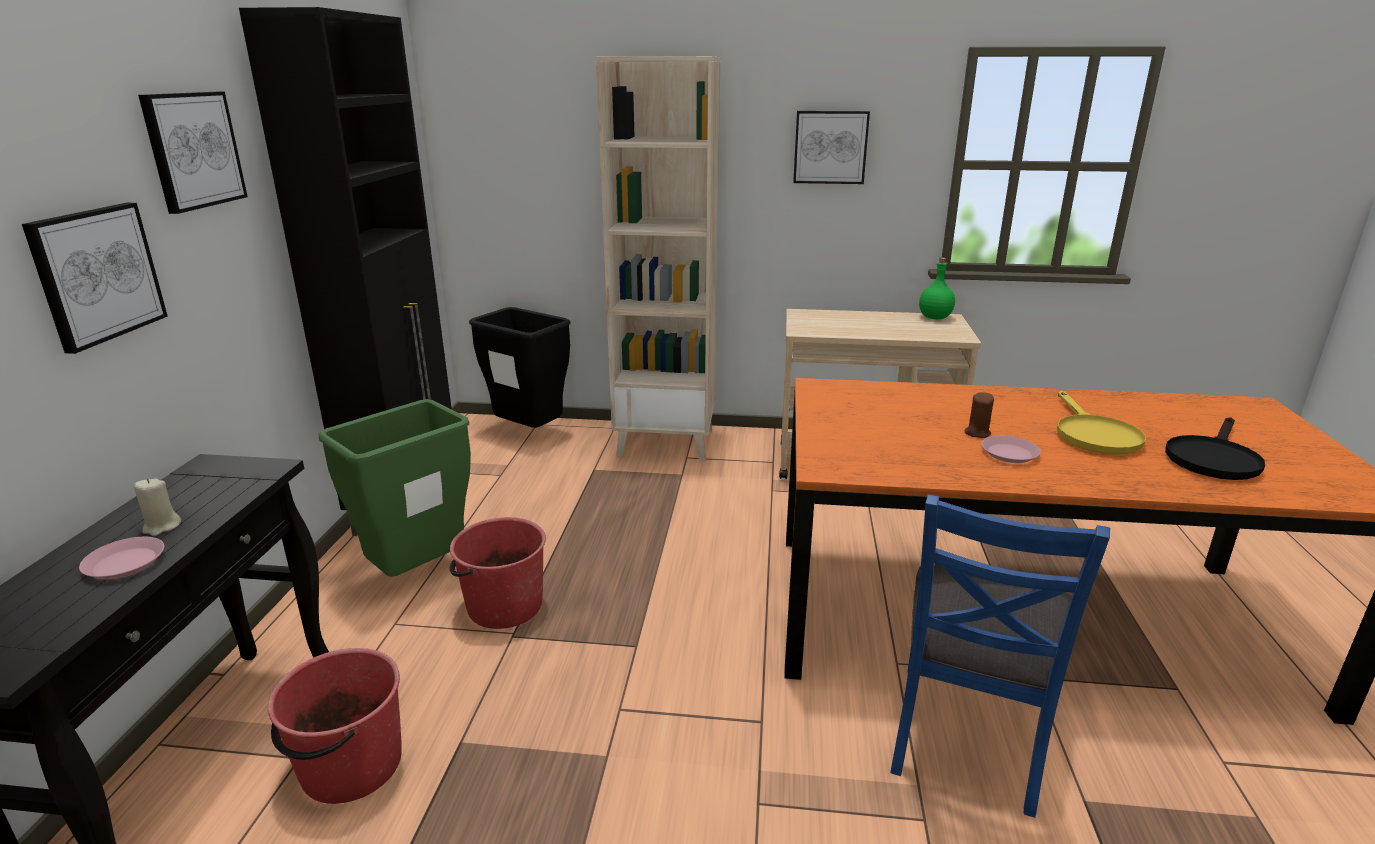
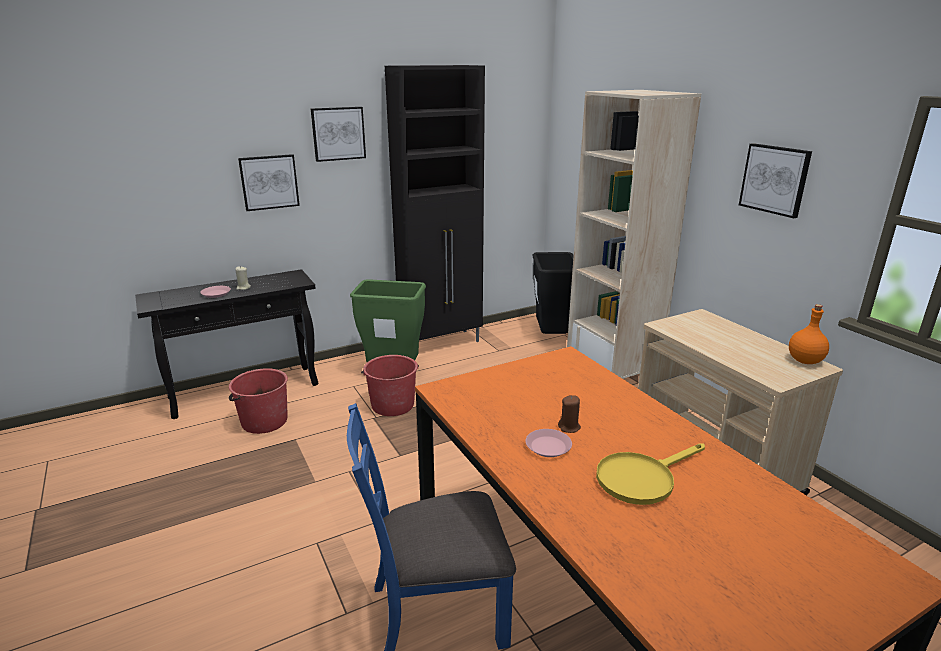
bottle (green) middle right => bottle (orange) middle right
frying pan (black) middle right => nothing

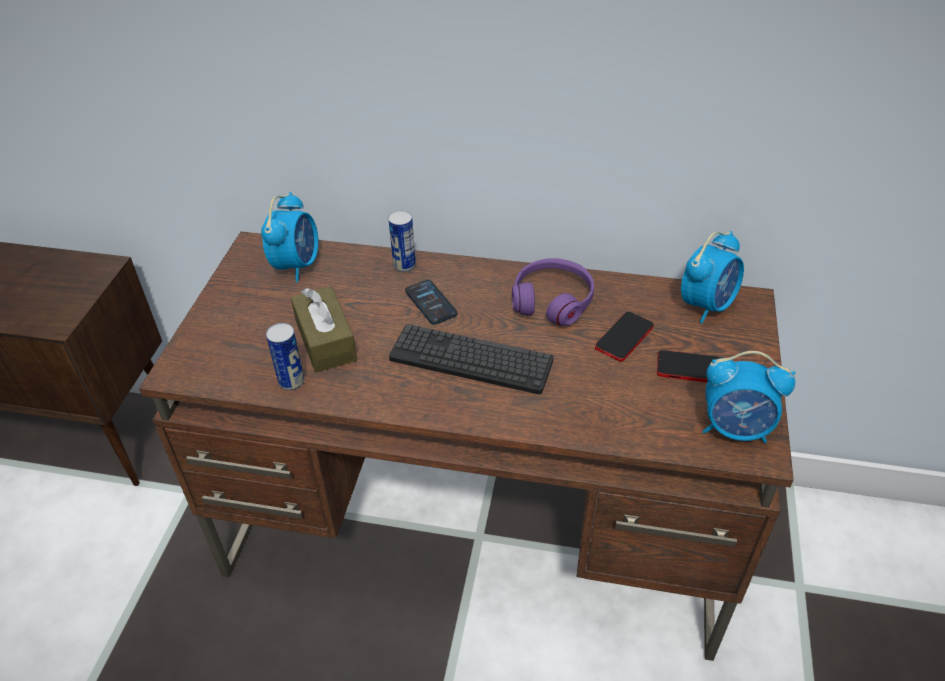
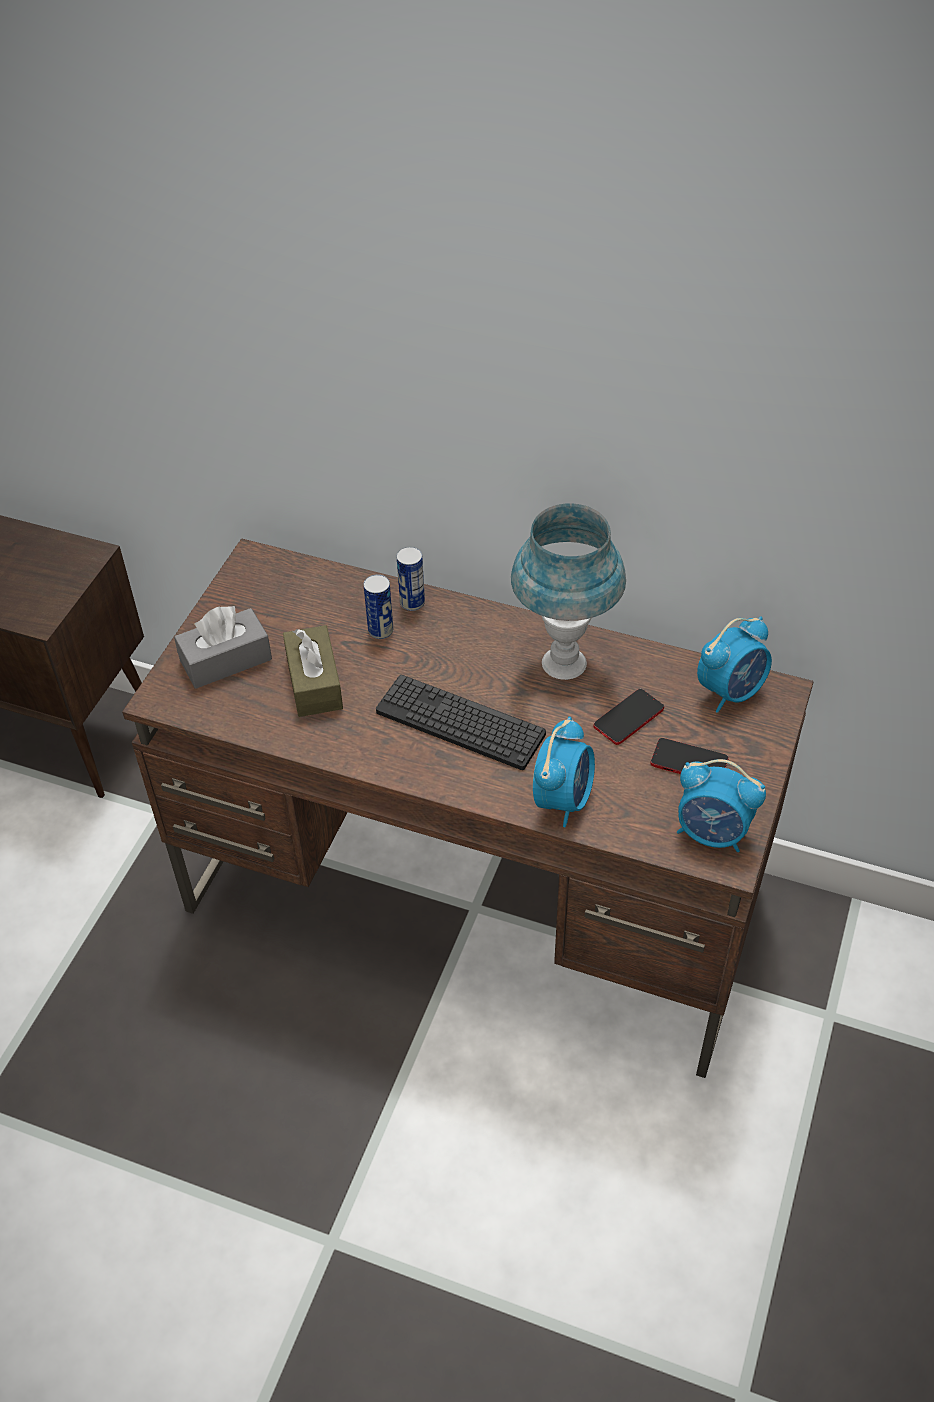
alarm clock (1st from left) middle left => alarm clock (1st from left) centre, move
headphones (purple) centre => table lamp (blue) centre
phone (1st from left) centre => nothing
can (1st from left) middle left => can (1st from left) centre, move
nothing => tissue box (grey) middle left

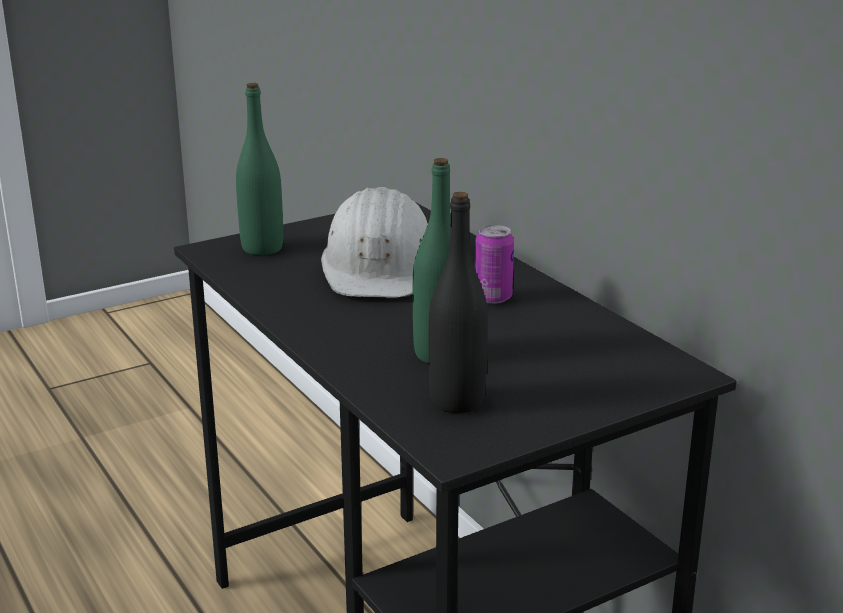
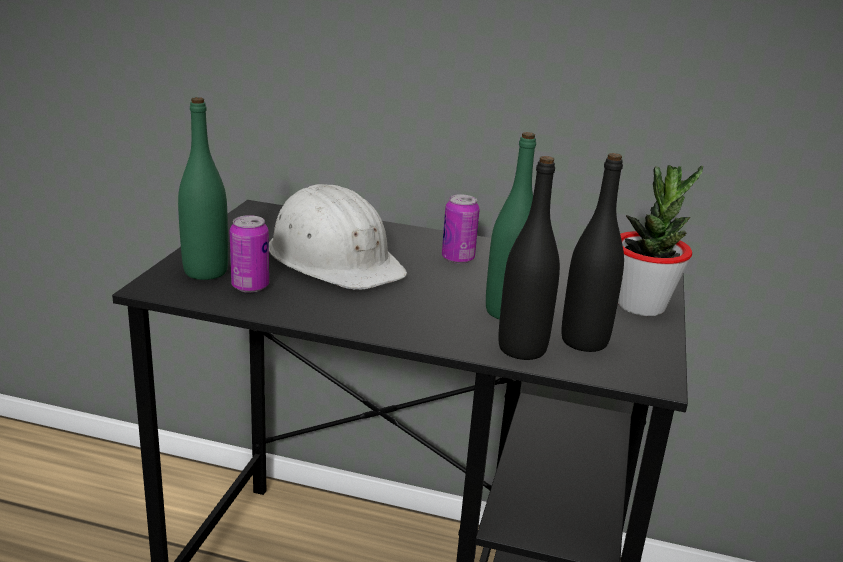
nothing => bottle (black) (1st from left) centre
nothing => potted plant middle right
nothing => can (1st from left) middle left

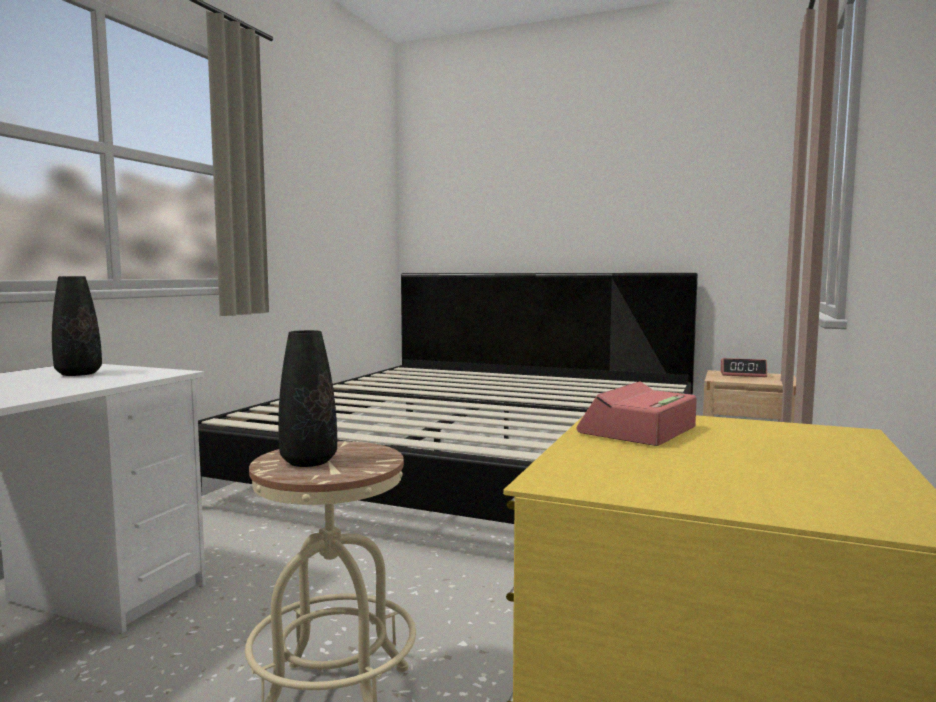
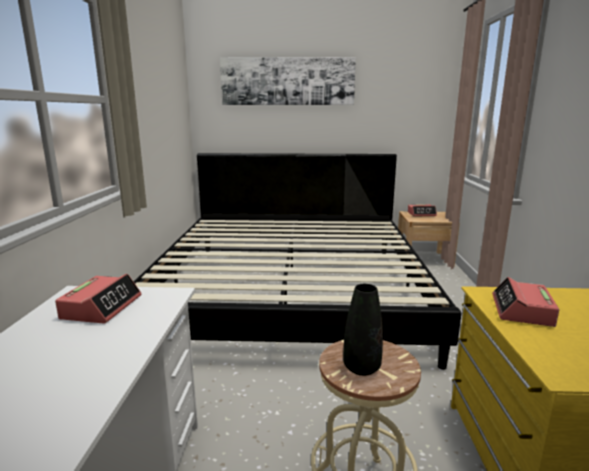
vase (black) (1st from left) middle left => alarm clock (1st from left) middle left
nothing => picture top centre

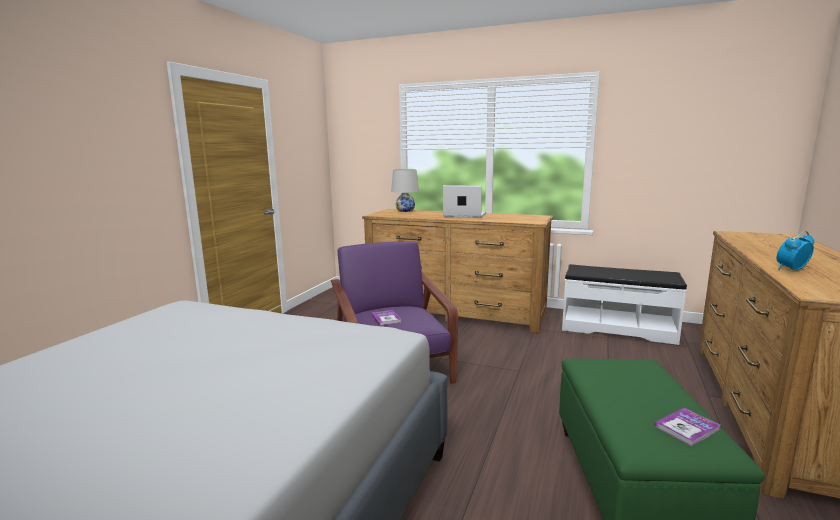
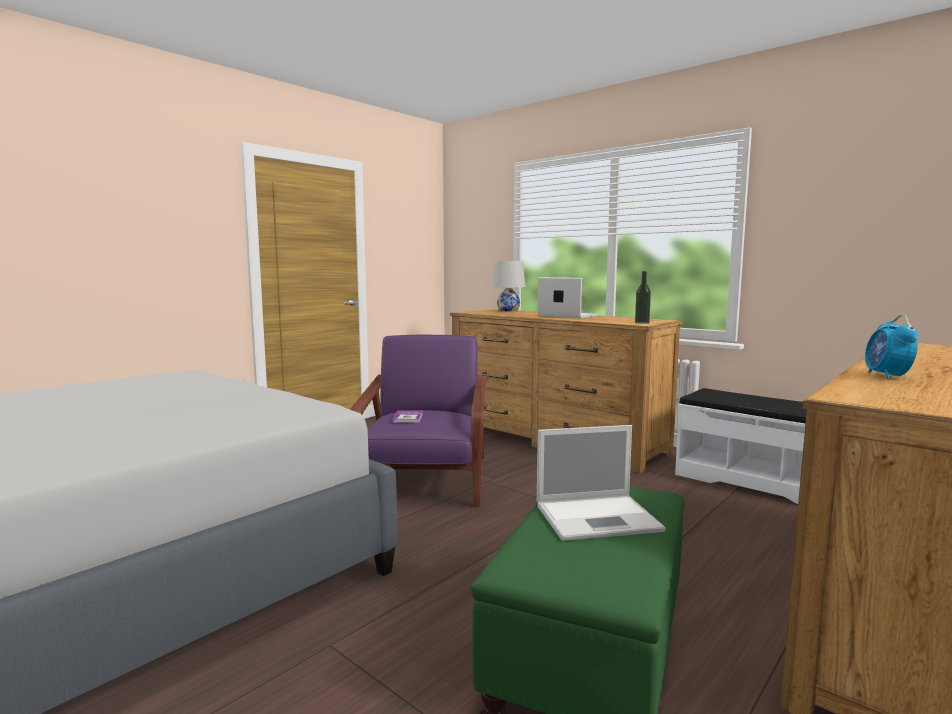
alarm clock middle right, 75 degrees counterclockwise
book (2nd from left) bottom right => nothing
nothing => bottle middle right
nothing => laptop (2nd from left) bottom centre

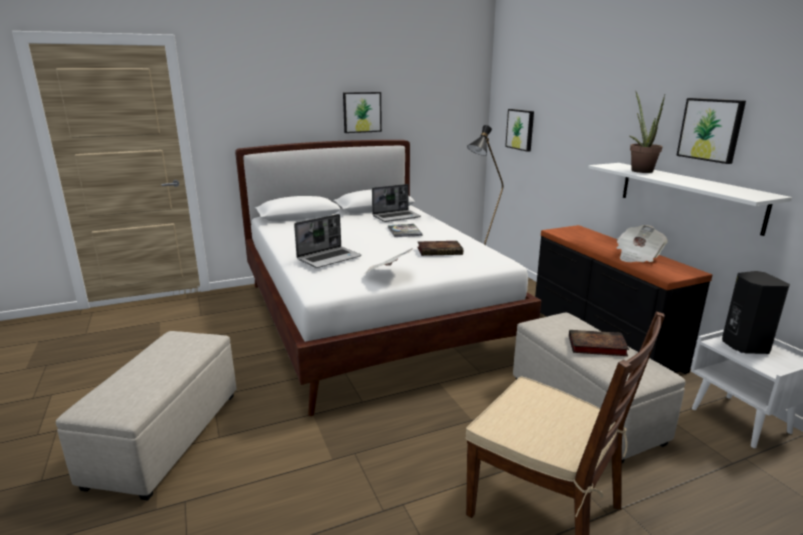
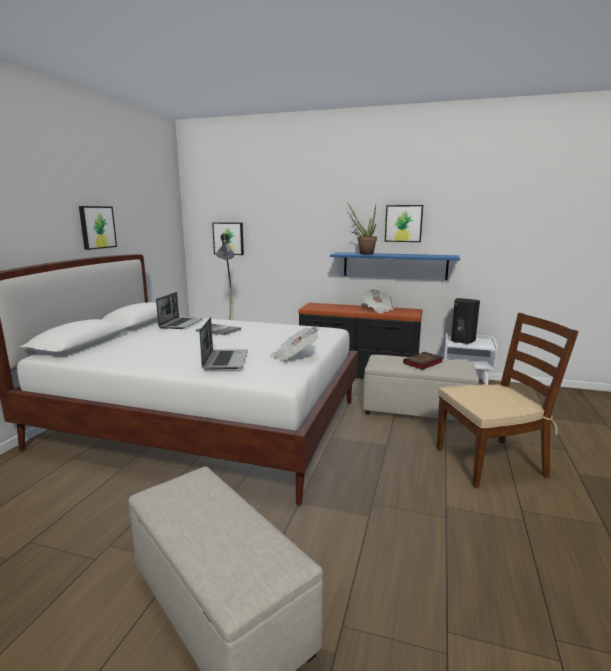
shelf (white) middle right => shelf (blue) centre
book (2nd from left) centre => nothing

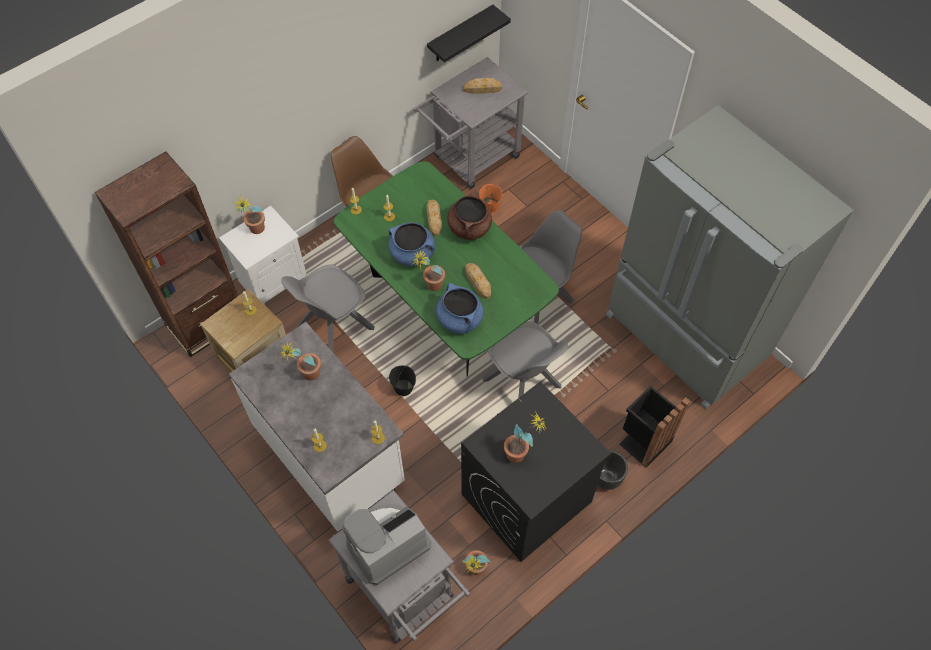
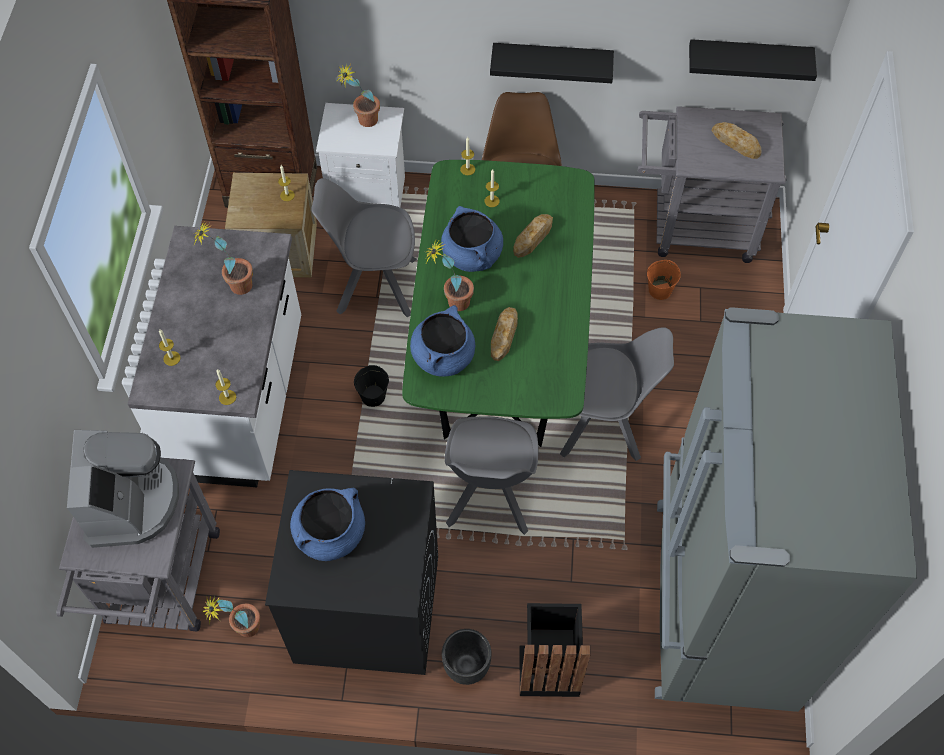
cooking pot (brown) top centre => nothing
potted plant (5th from left) bottom centre => cooking pot (blue) (1st from left) bottom centre
coffee machine bottom centre => coffee machine middle left, 75 degrees clockwise
nothing => shelf (black) (1st from left) top centre

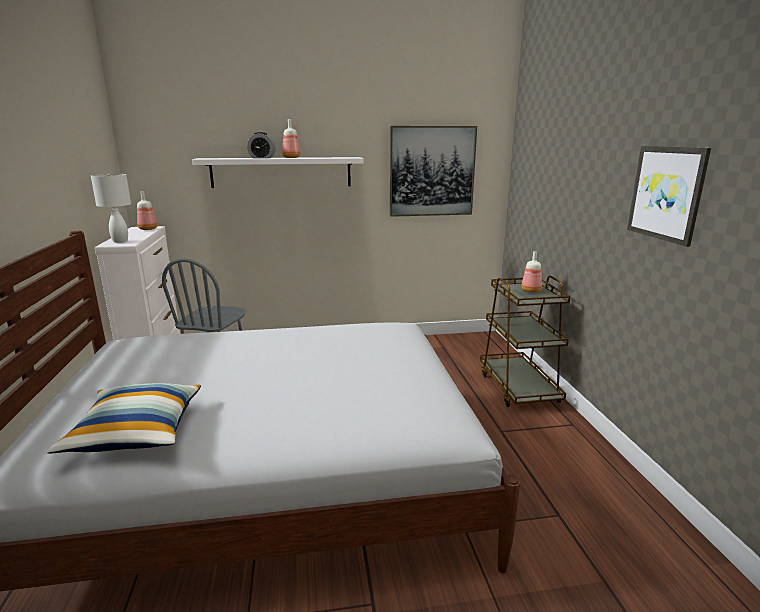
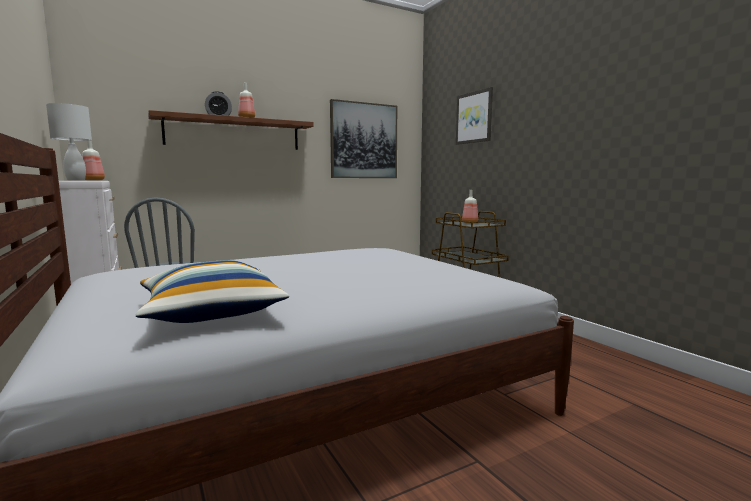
picture (2nd from left) top right => picture (2nd from left) top centre, move
shelf (white) top centre => shelf (brown) top left

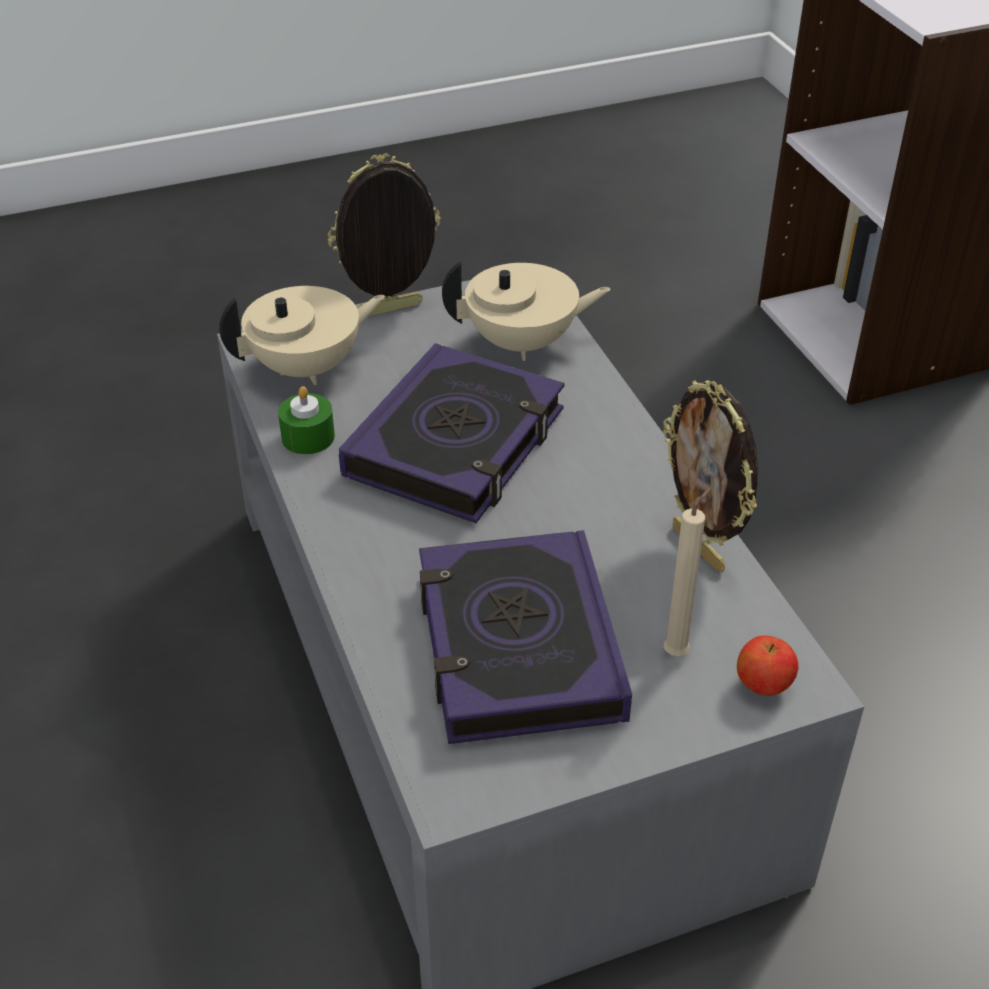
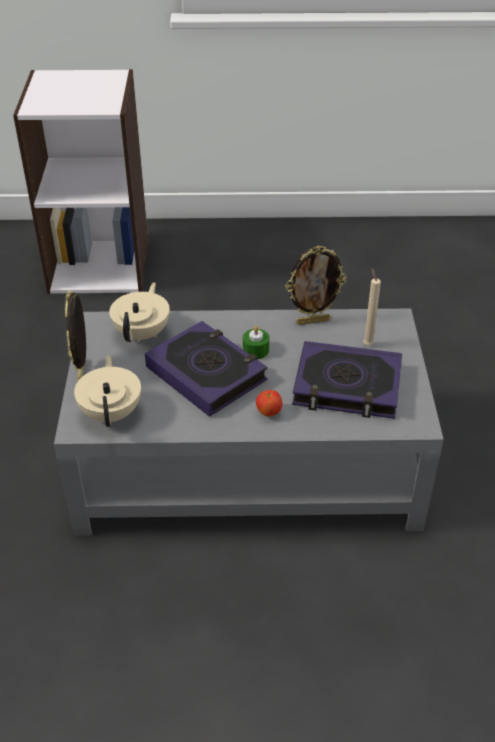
candle (green) middle left => candle (green) centre, move
apple bottom right => apple centre, move

